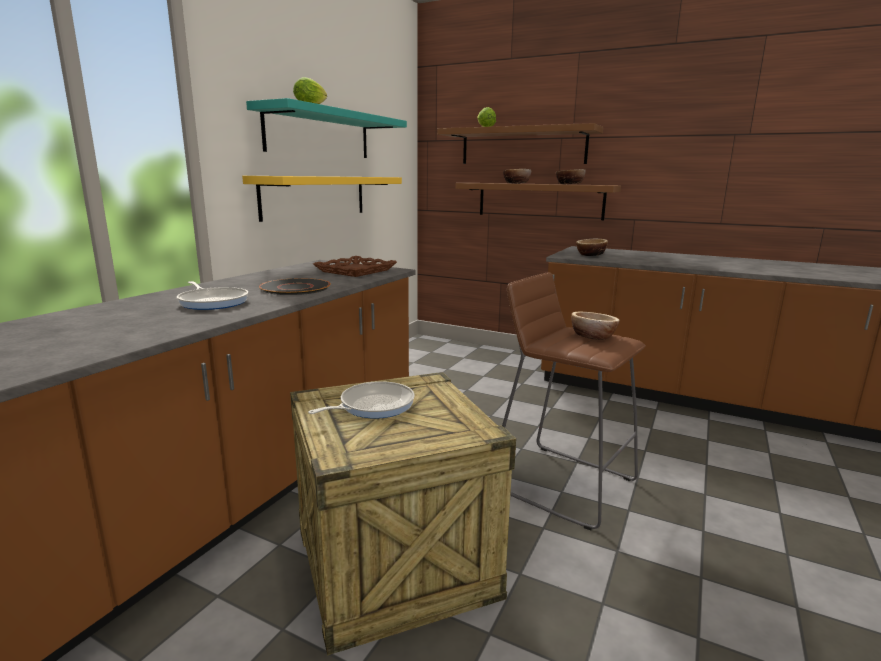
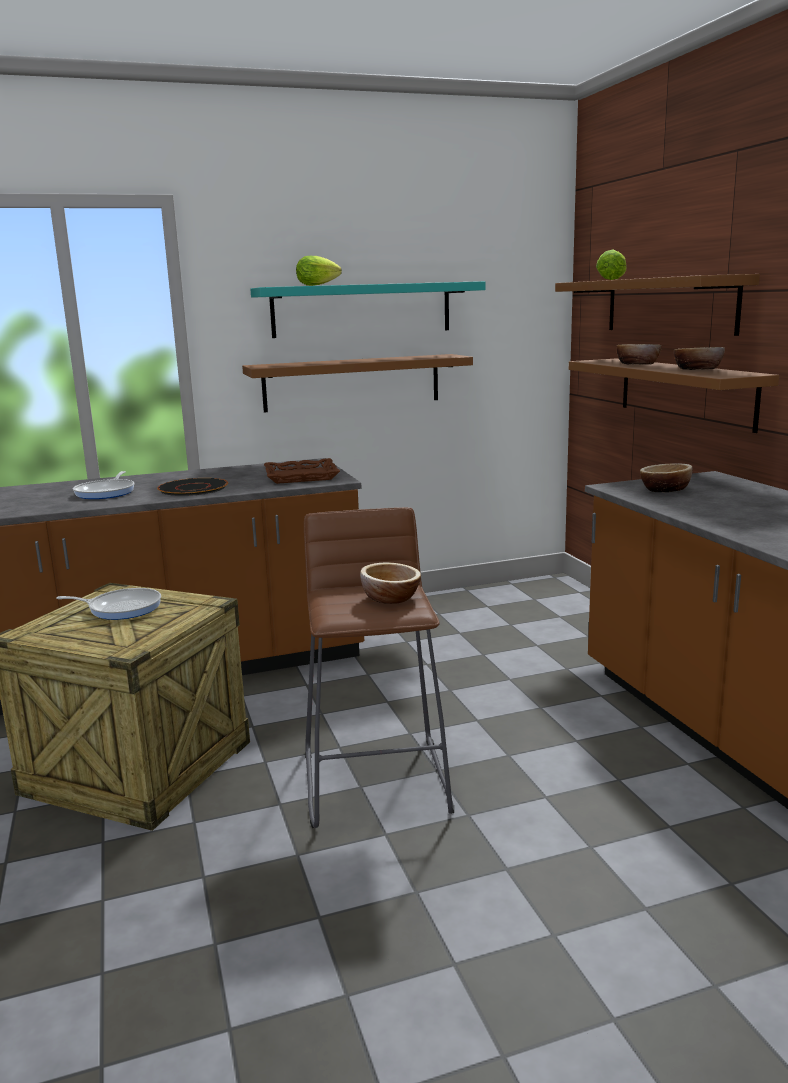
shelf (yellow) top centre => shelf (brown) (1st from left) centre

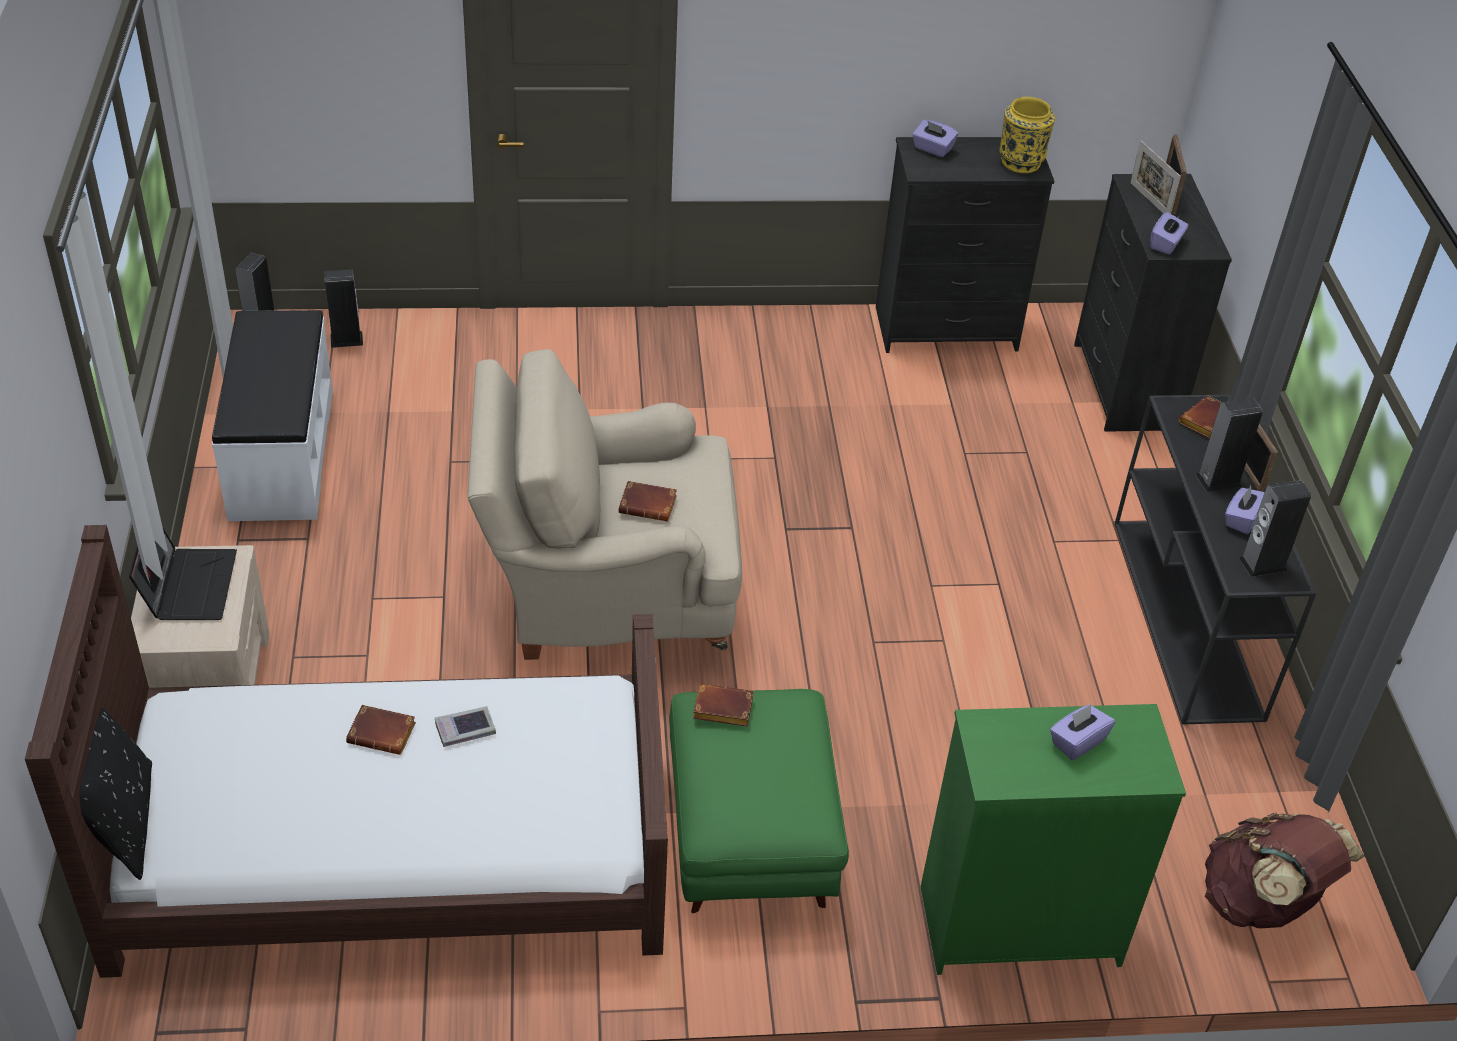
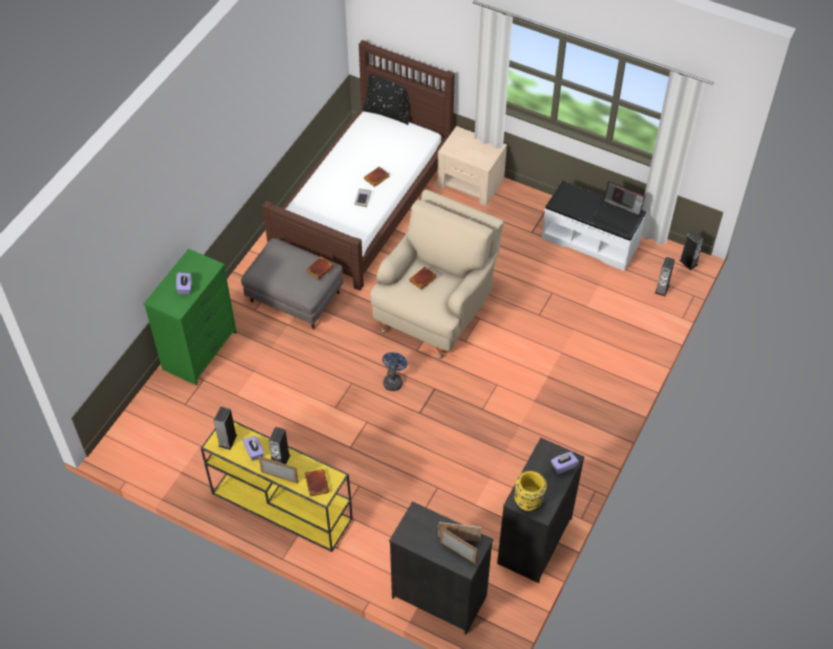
tissue box (purple) (3rd from left) top right => nothing
console table (black) middle right => console table (yellow) bottom left
laptop middle left => laptop top right, move
ottoman (green) bottom centre => ottoman (grey) centre
backpack (brown) bottom right => nothing
nothing => fan (blue) centre

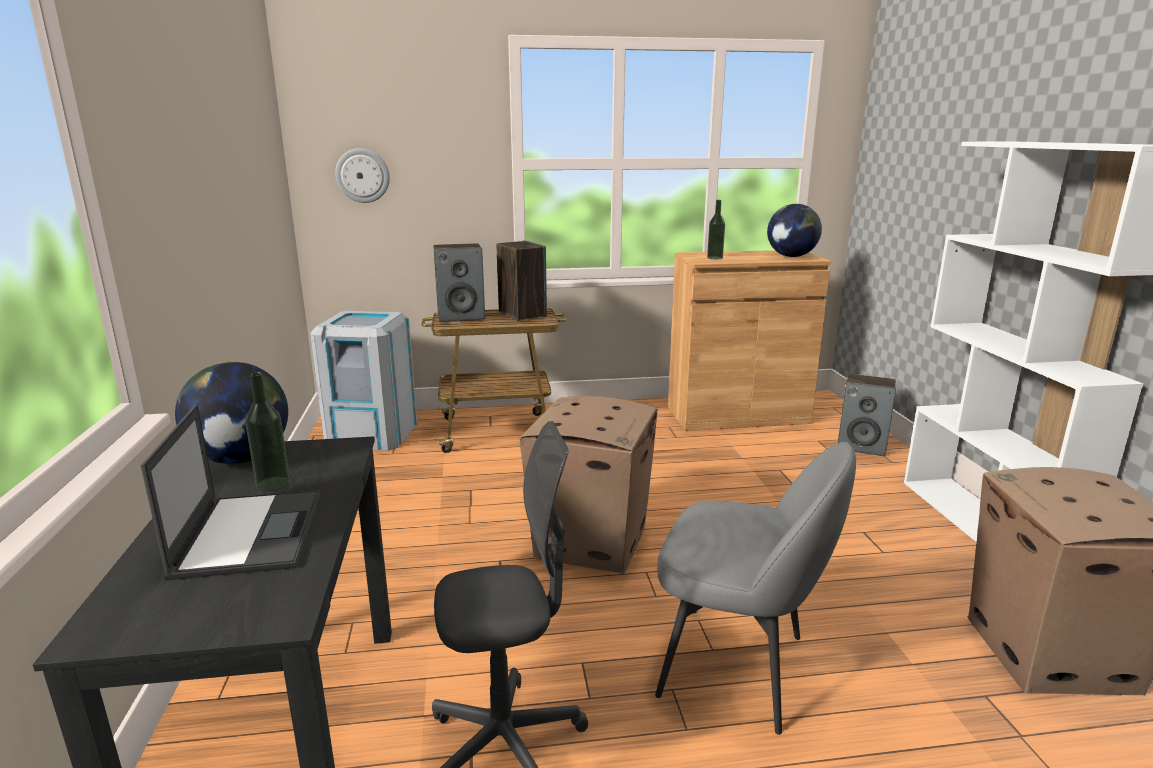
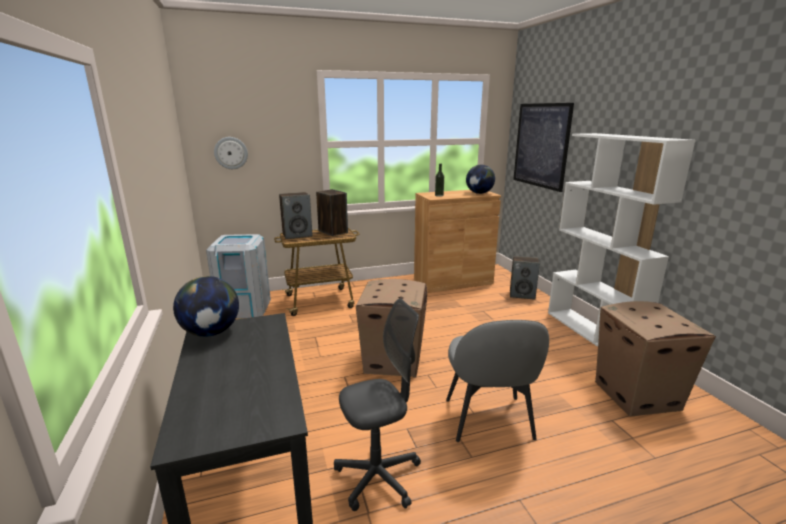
bottle (1st from left) middle left => nothing
laptop middle left => nothing
chair (grey) bottom centre, 75 degrees clockwise
nothing => picture top right

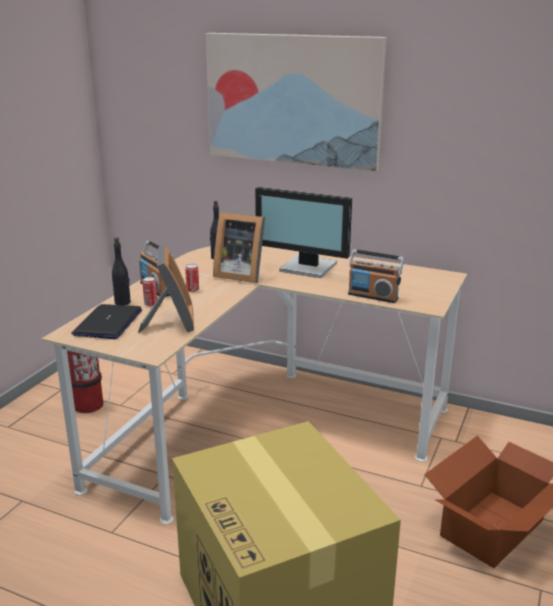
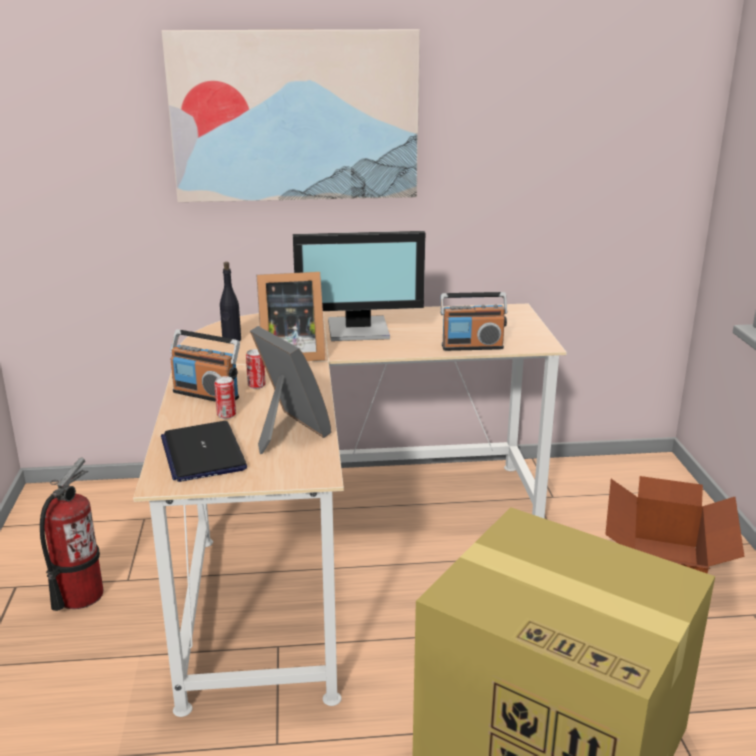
bottle (black) (1st from left) middle left => nothing

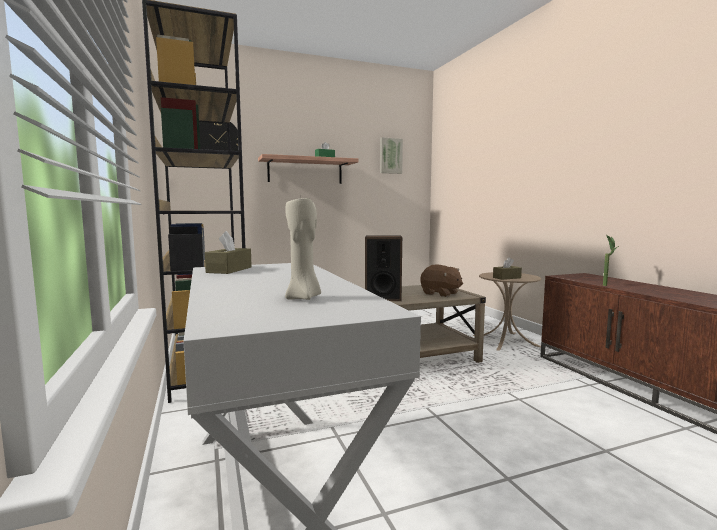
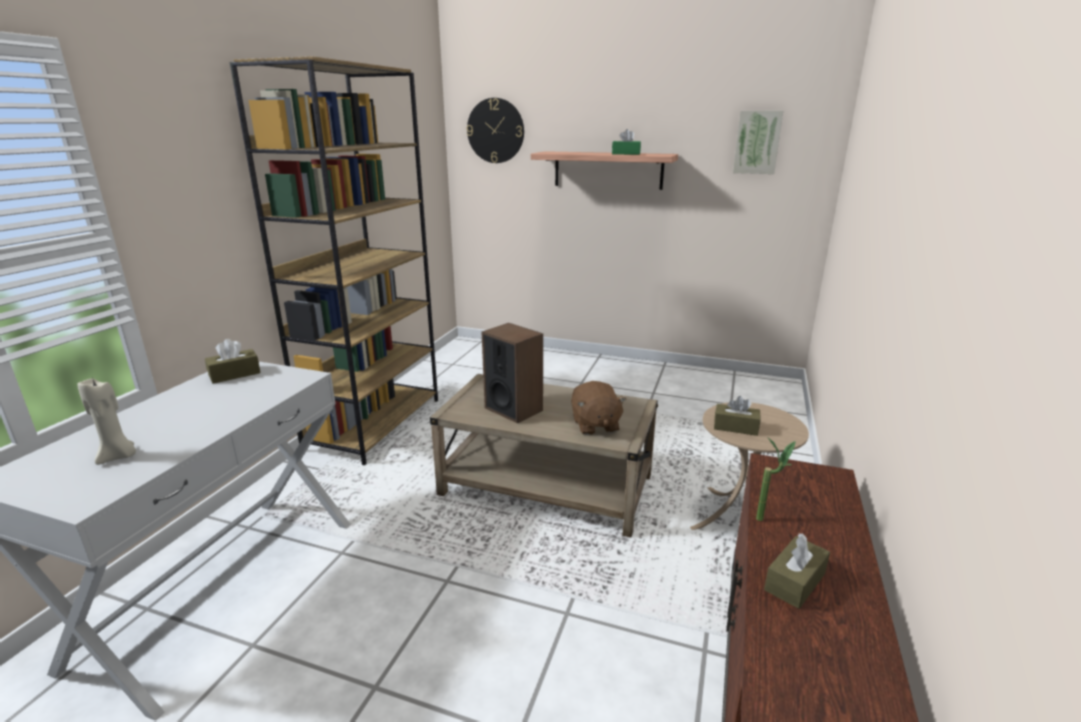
nothing => tissue box (brown) (3rd from left) bottom right

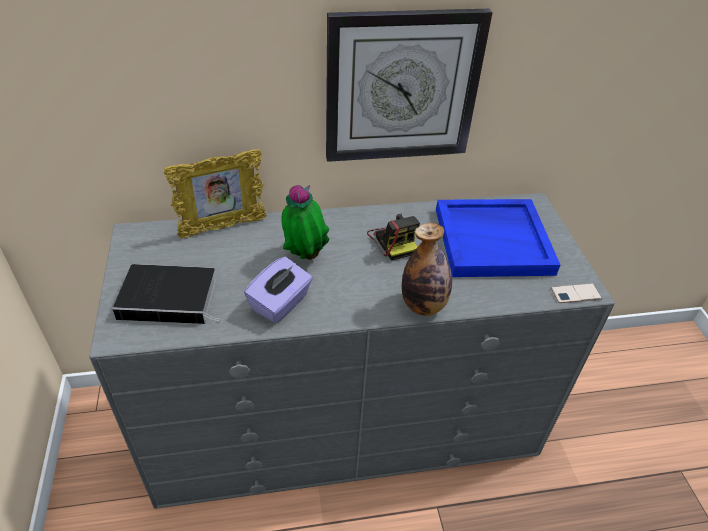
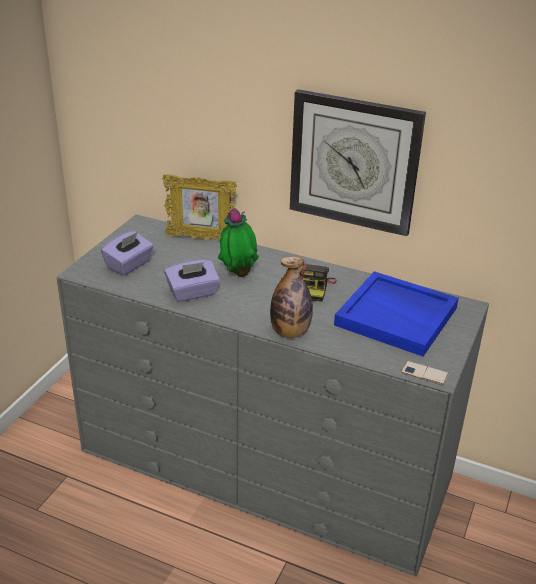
book middle left => tissue box (purple) (1st from left) middle left

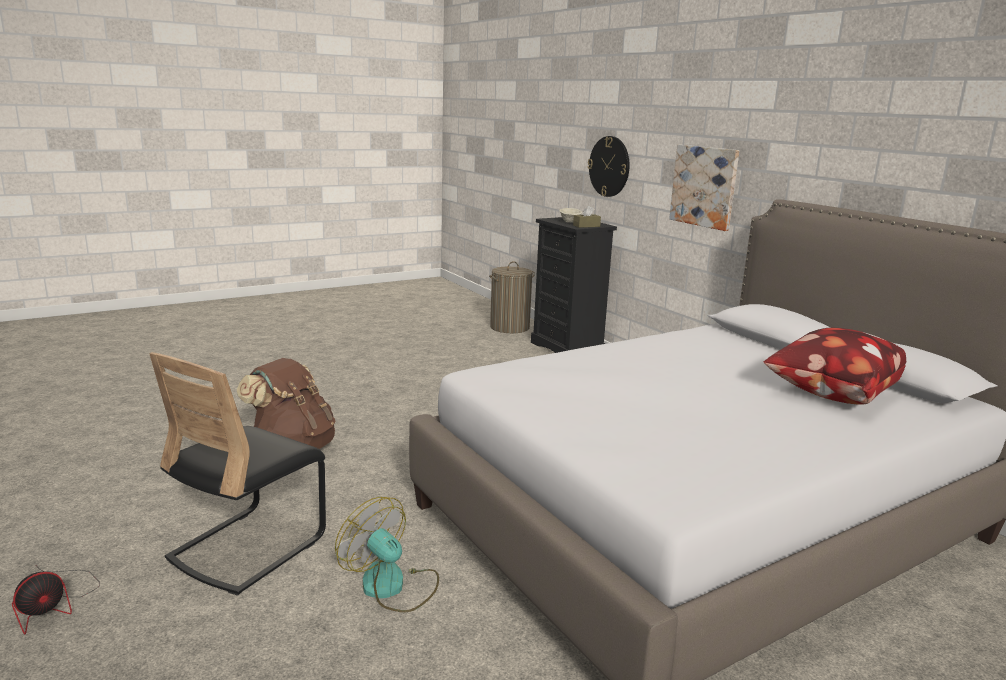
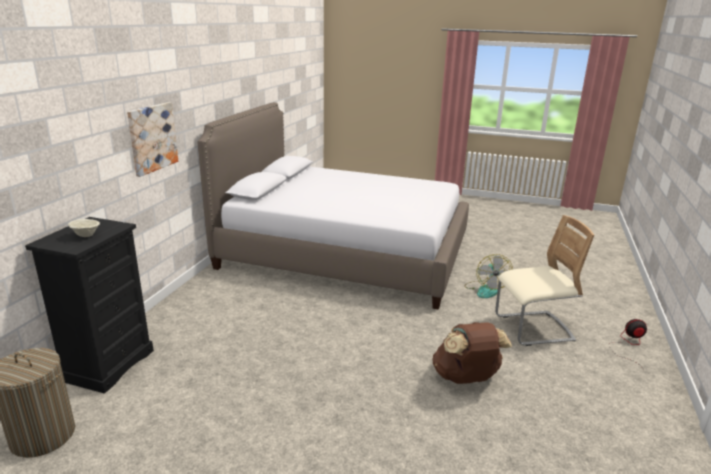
wall clock top centre => nothing
tissue box (brown) top centre => nothing
pillow middle right => nothing
chair (black) bottom left => chair (beige) middle right

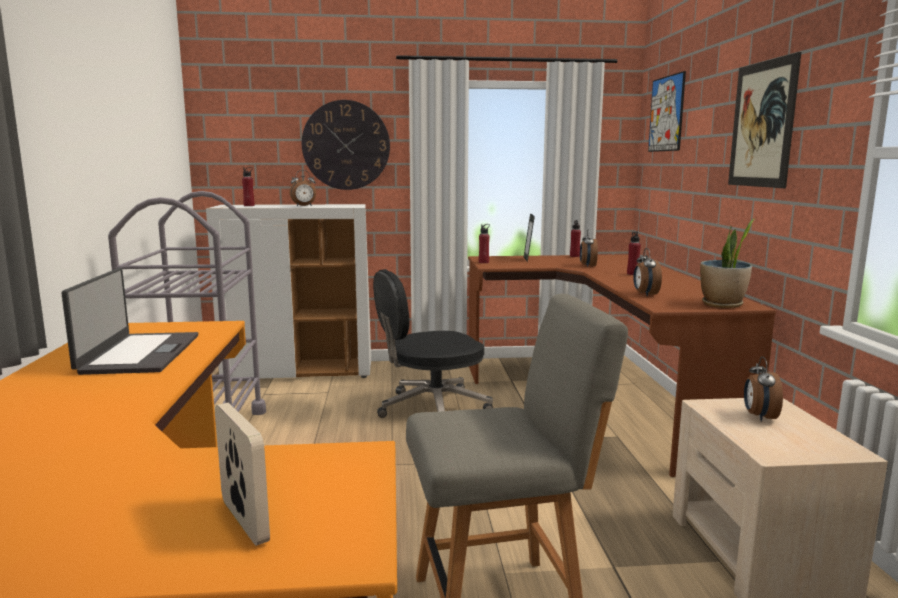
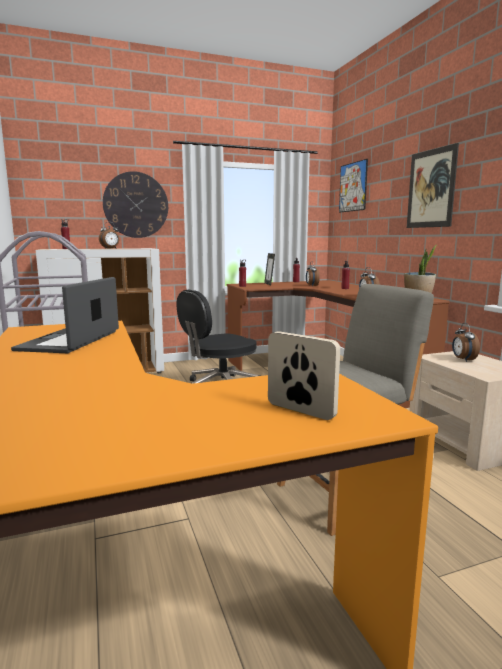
laptop middle left, 150 degrees counterclockwise

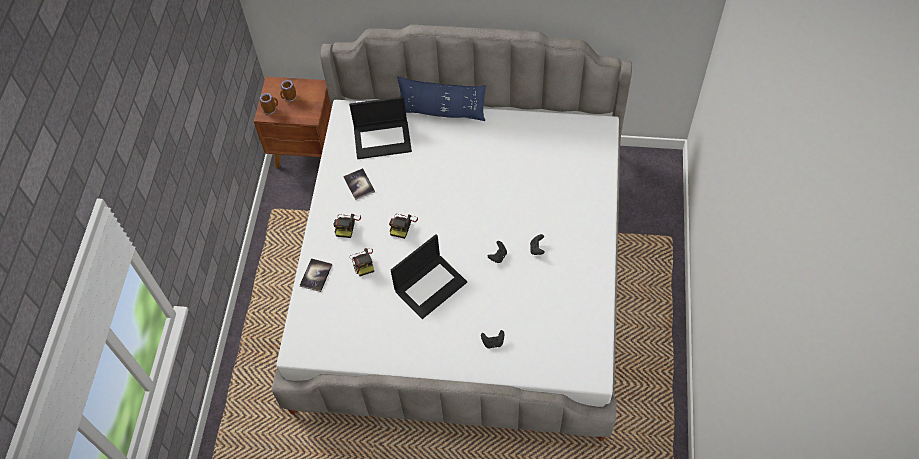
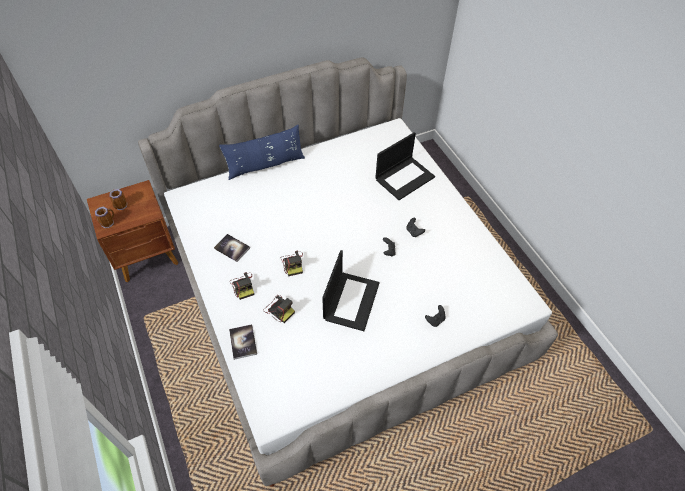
laptop (1st from left in the first image) top centre => laptop (2nd from left) centre, move

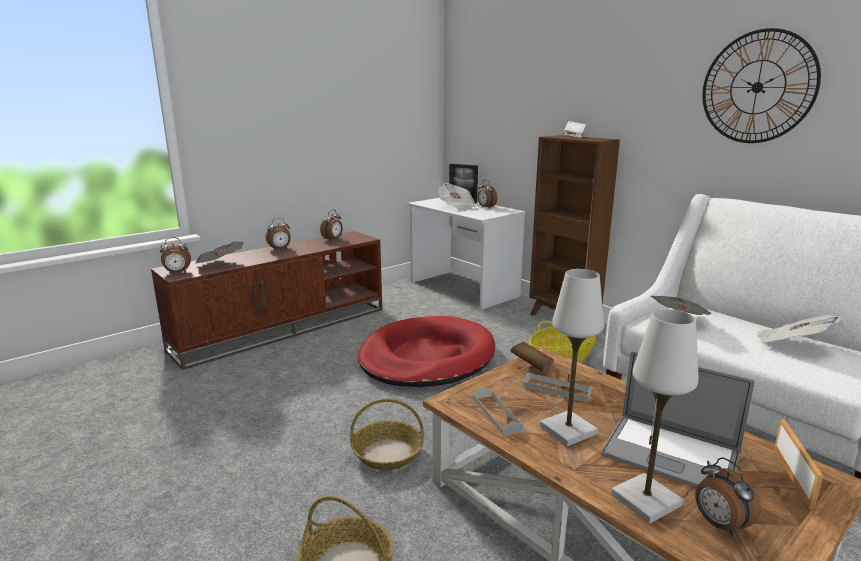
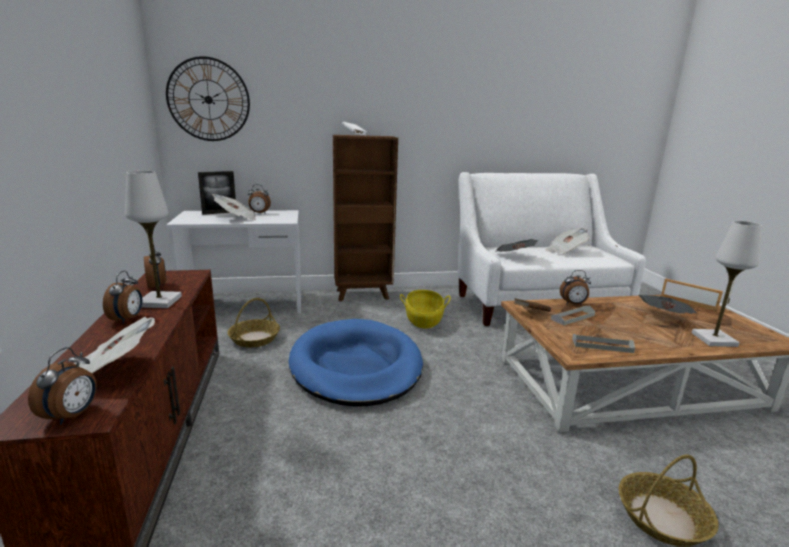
wall clock top right => wall clock top left, move
table lamp (white) (1st from left) centre => table lamp (white) (1st from left) middle left, move
dog bed (red) centre => dog bed (blue) centre
laptop bottom right => newspaper (5th from left) middle right
basket (2nd from left in the first image) bottom centre => basket (1st from left) middle left, move
alarm clock (5th from left) bottom right => alarm clock (5th from left) middle right, move

